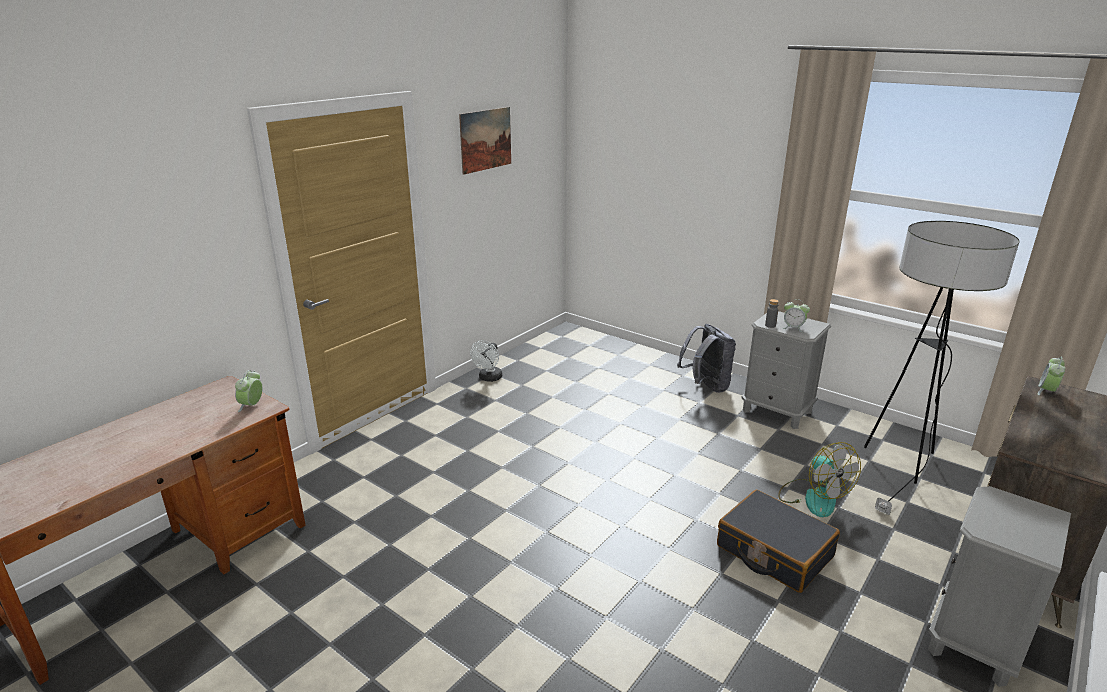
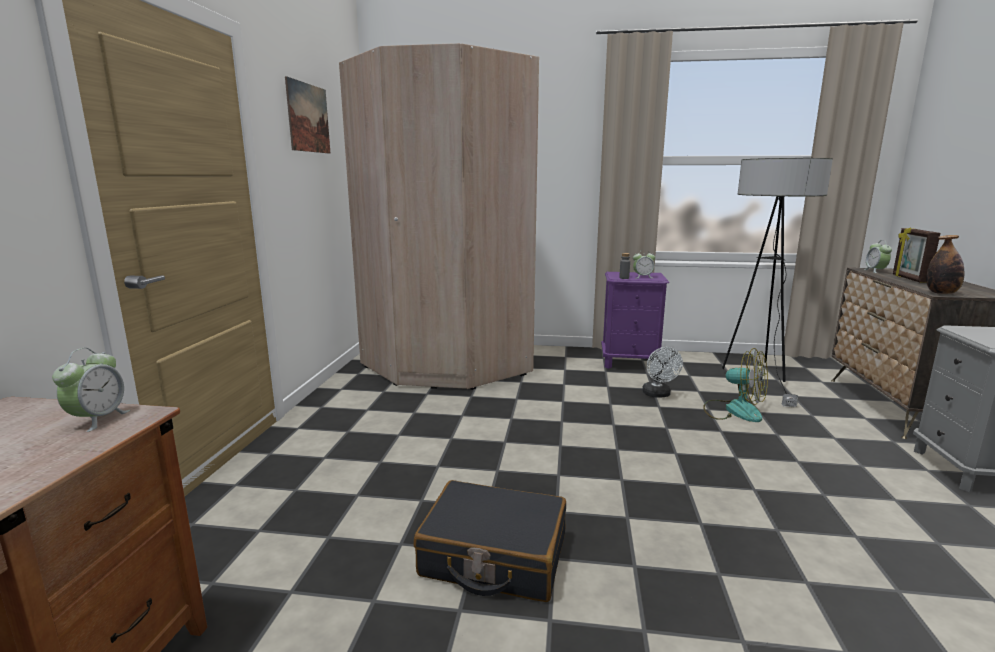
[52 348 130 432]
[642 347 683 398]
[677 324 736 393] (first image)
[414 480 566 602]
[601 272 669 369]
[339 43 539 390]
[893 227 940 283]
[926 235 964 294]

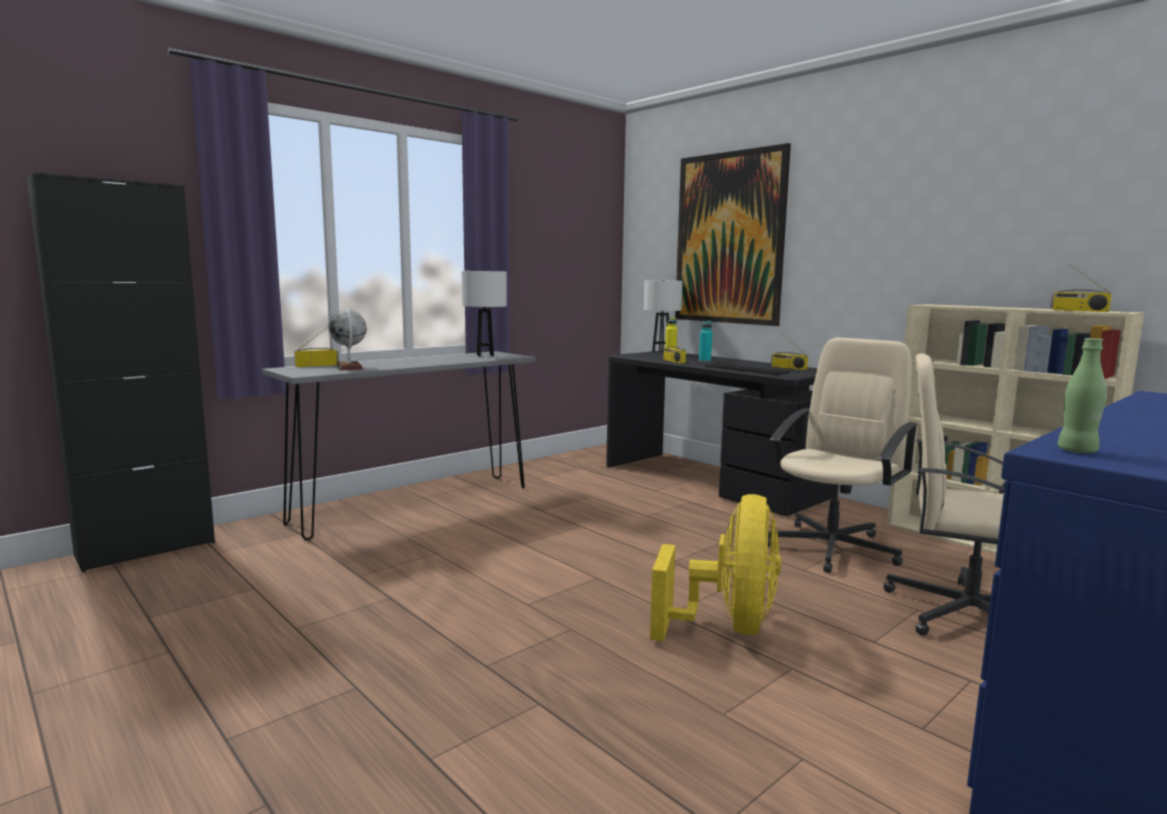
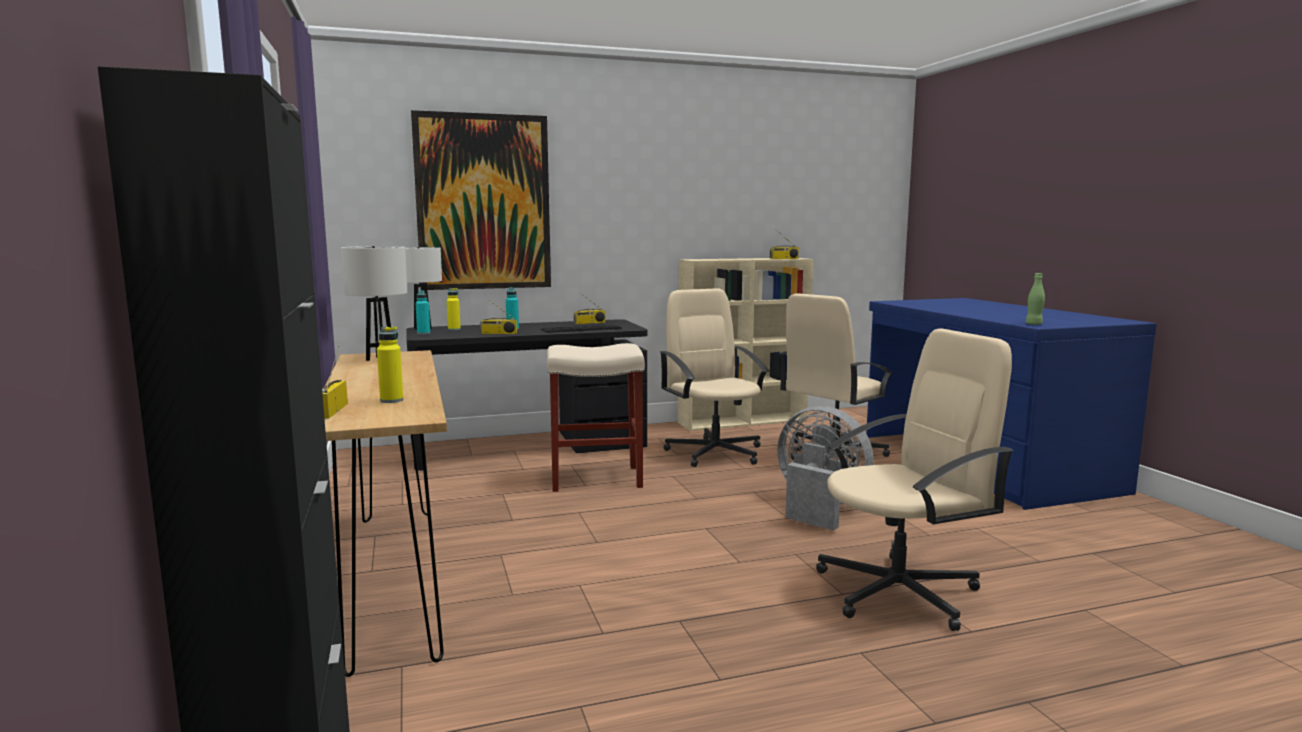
[325 350 447 677]
[377 326 403 403]
[777 406 874 531]
[416 290 430 334]
[547 343 645 492]
[816 328 1014 631]

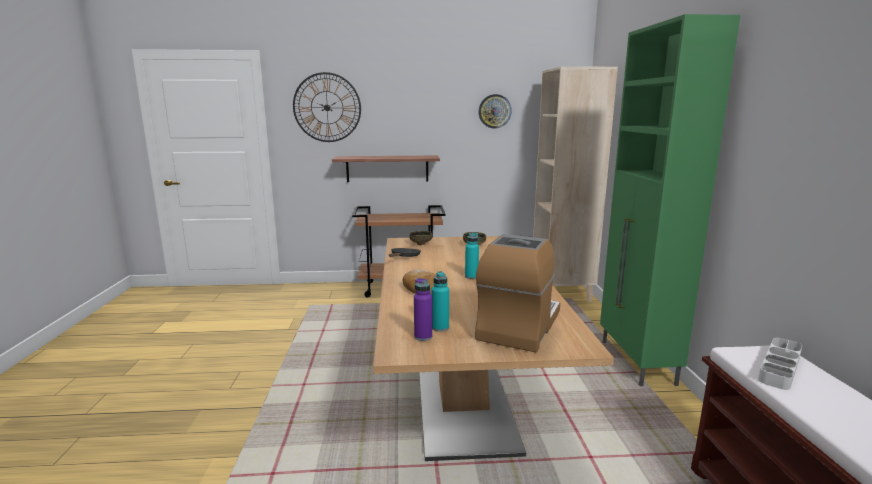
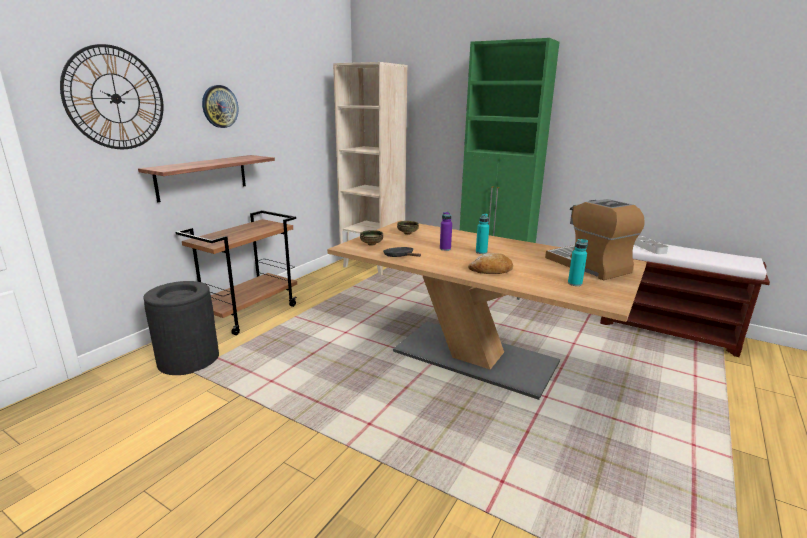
[440 212 452 251]
[202 85 239 128]
[143 281 219 375]

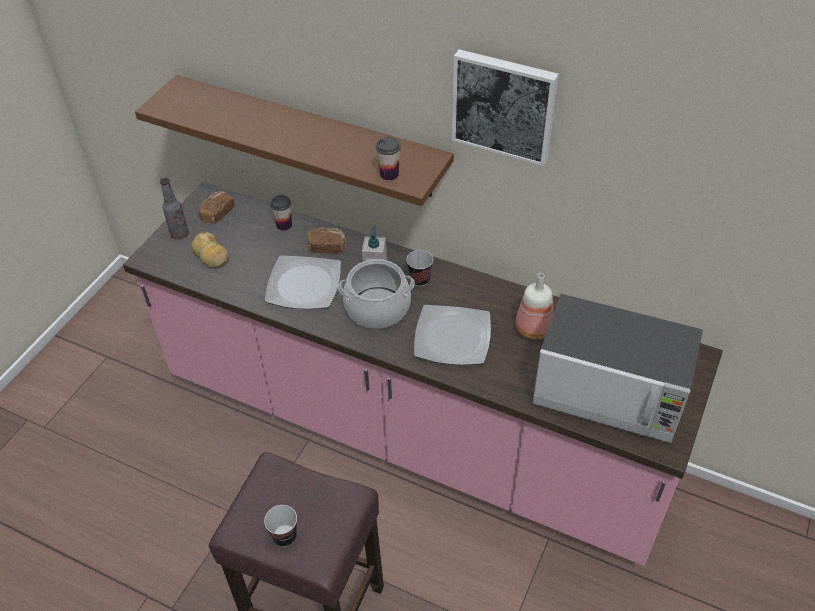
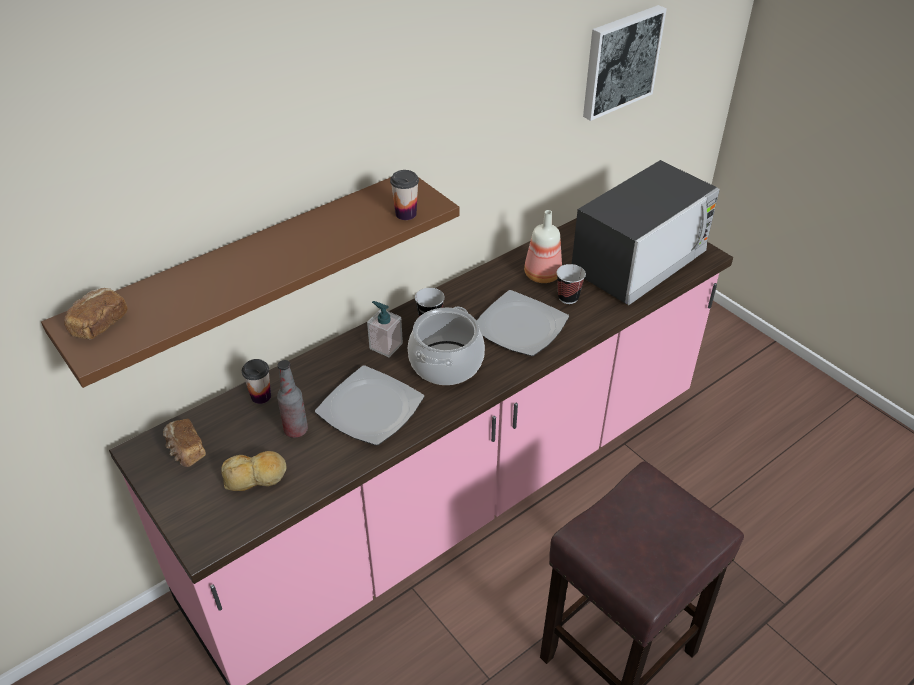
[277 360 308 438]
[557 264 586 304]
[64 288 128 339]
[583 5 667 121]

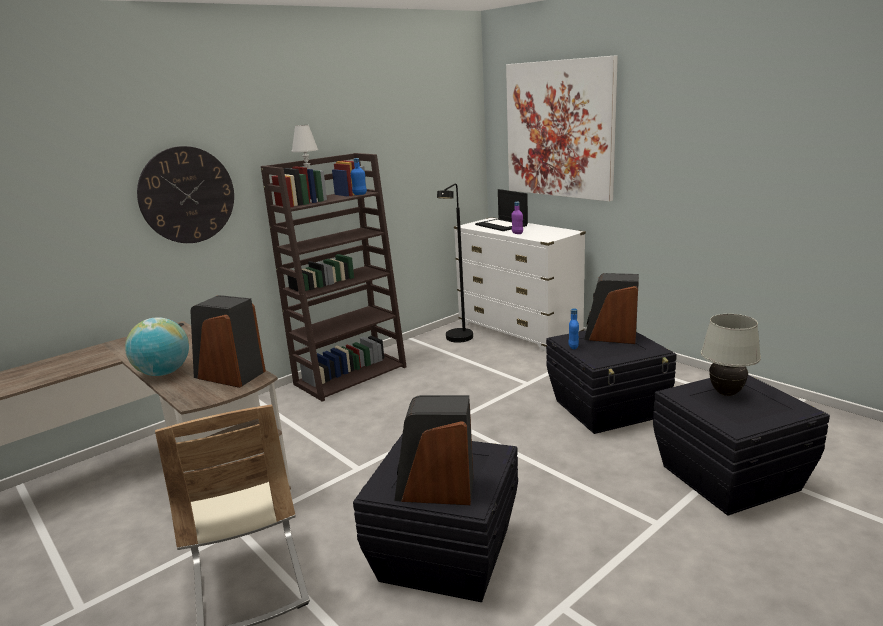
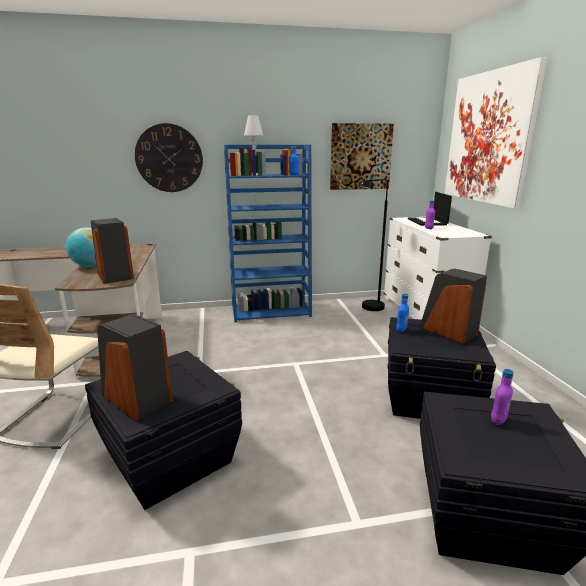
[224 145 312 322]
[491 369 514 425]
[330 123 394 190]

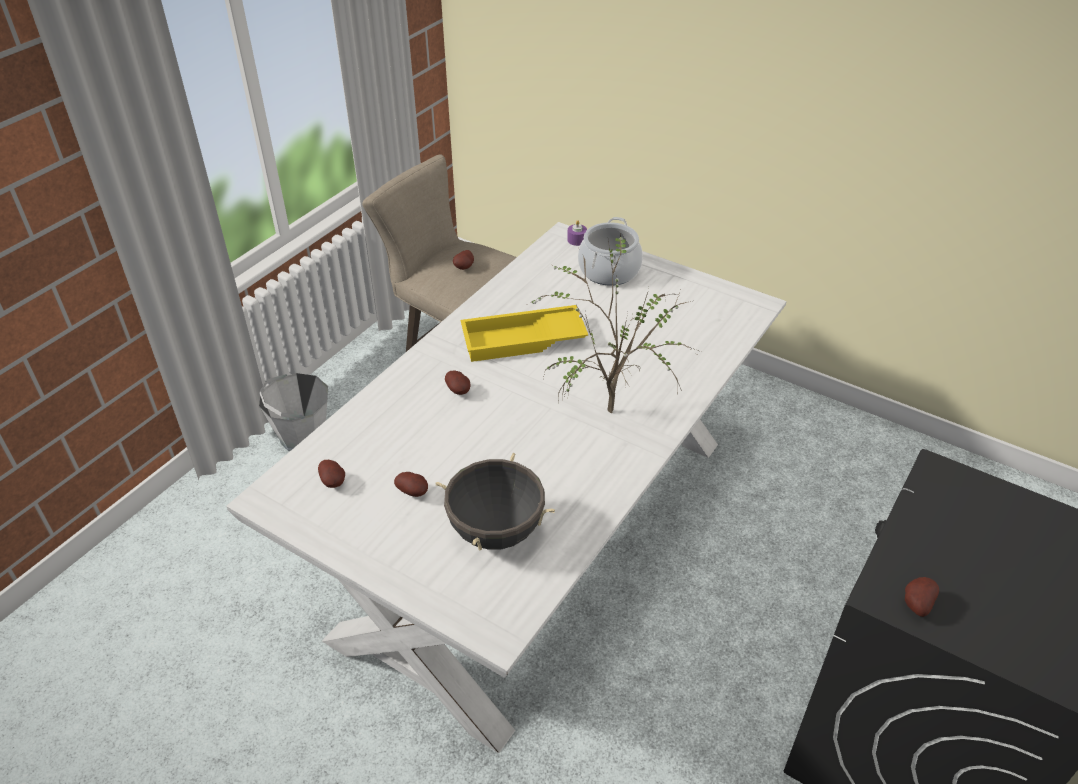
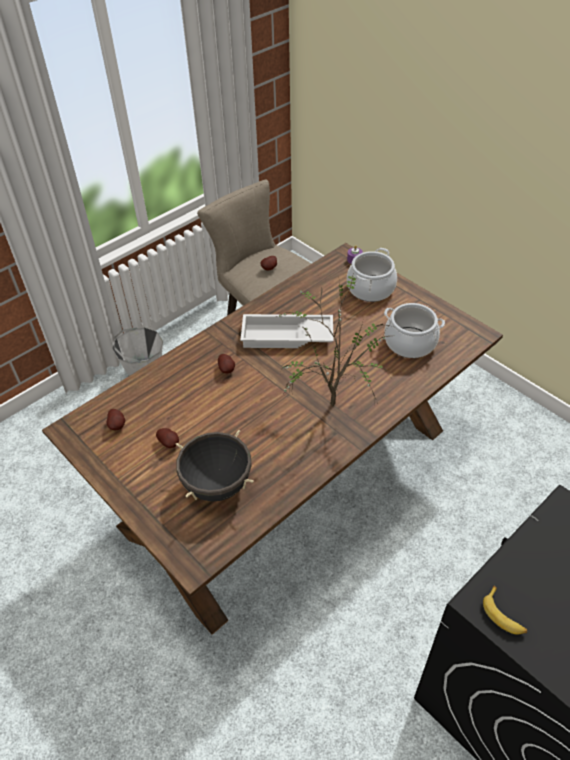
[42 243 503 635]
[240 314 334 348]
[483 585 527 635]
[384 303 445 358]

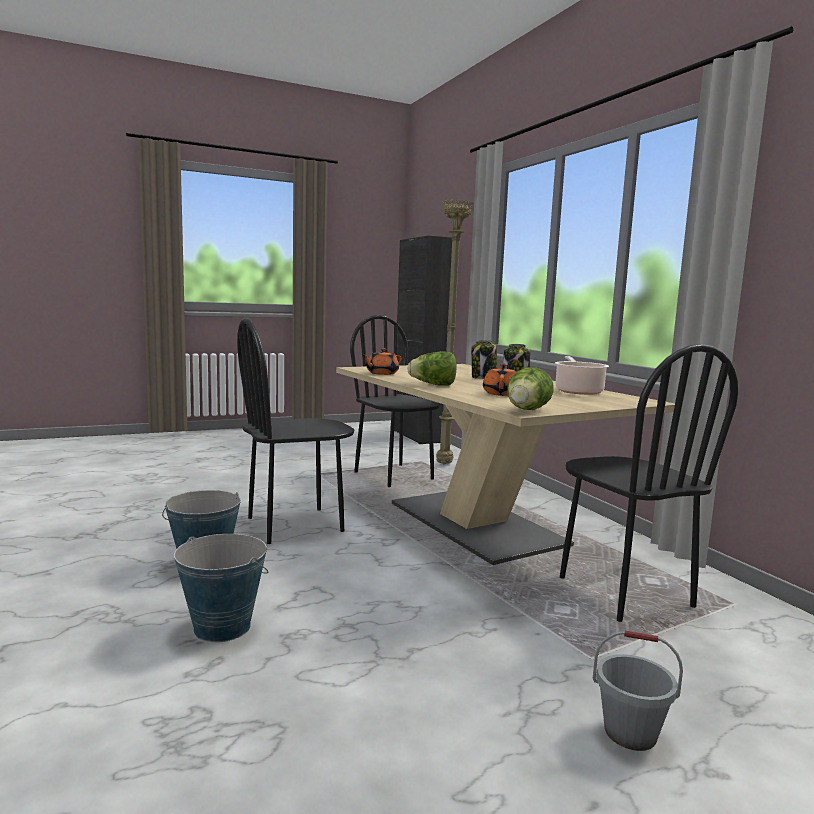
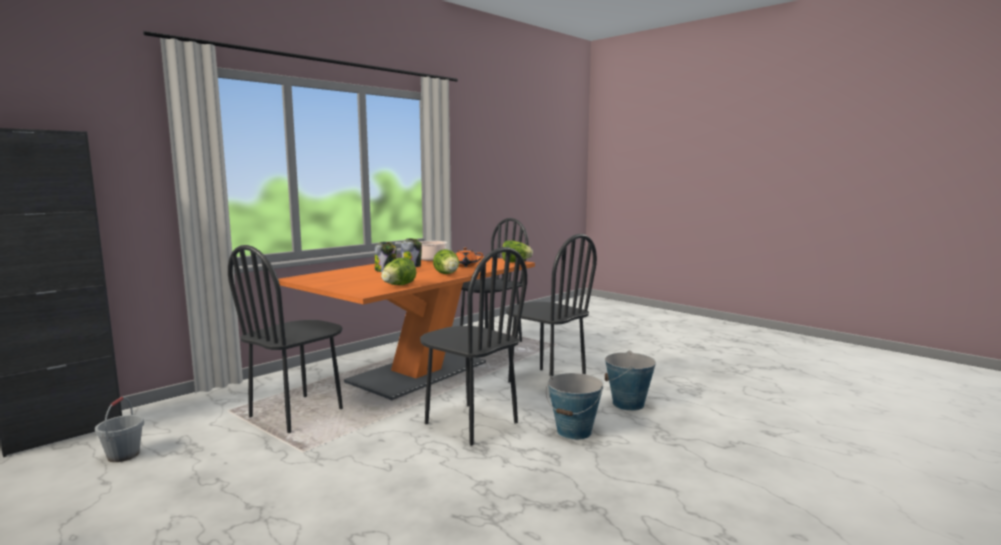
[278 256 535 400]
[381 258 417 285]
[436 199 474 465] (first image)
[95 397 144 462]
[506 234 597 398]

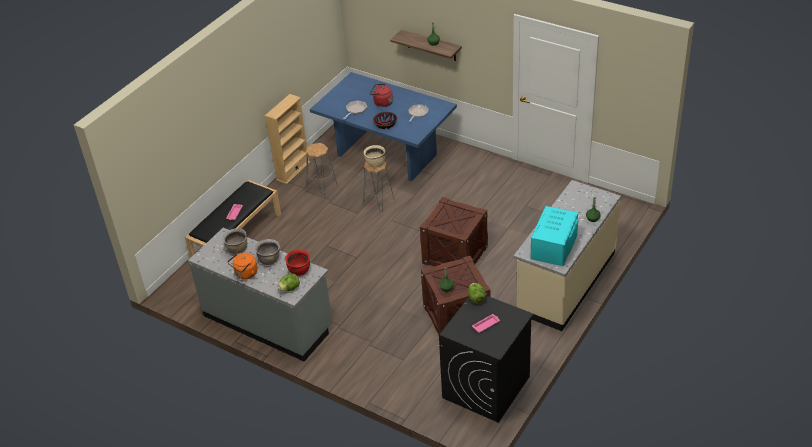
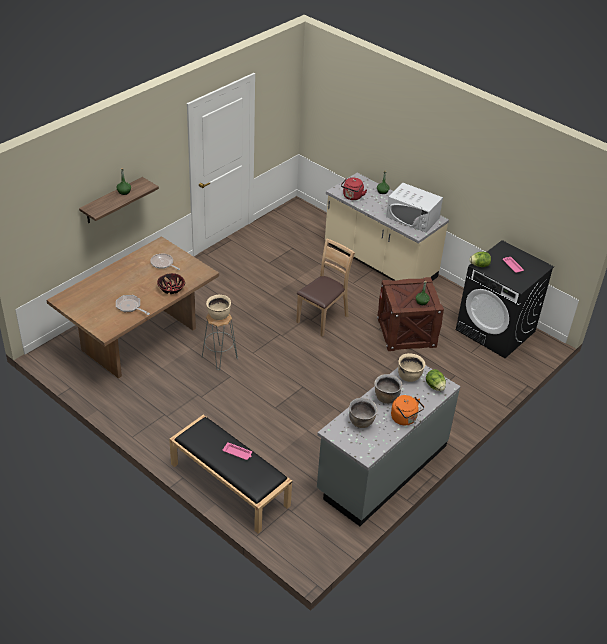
[265 94 310 184] (first image)
[398 353 425 382]
[306 143 338 197] (first image)
[47 236 219 379]
[341 178 367 200]
[296 238 355 337]
[386 183 443 232]

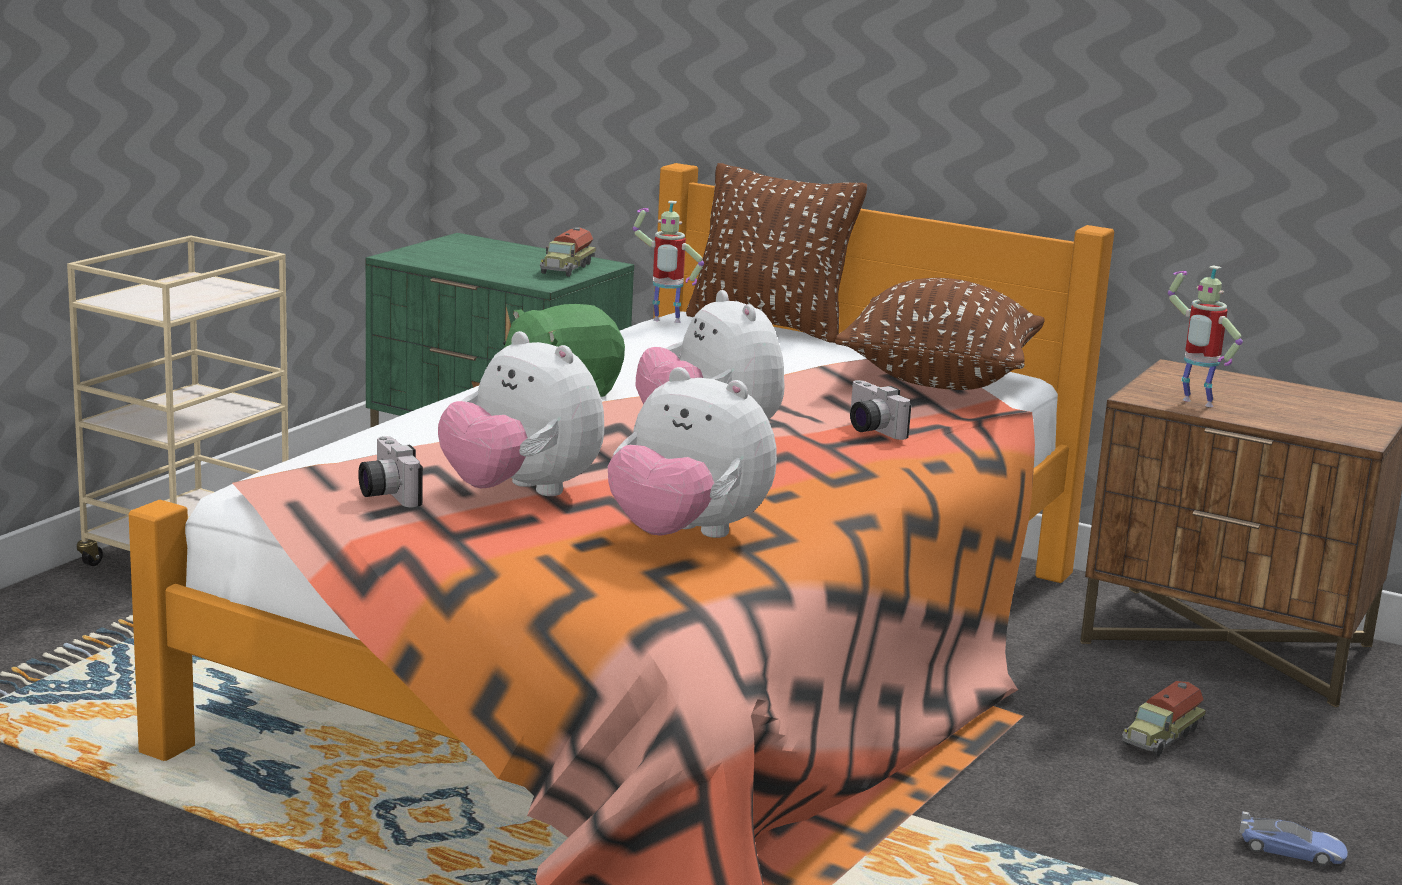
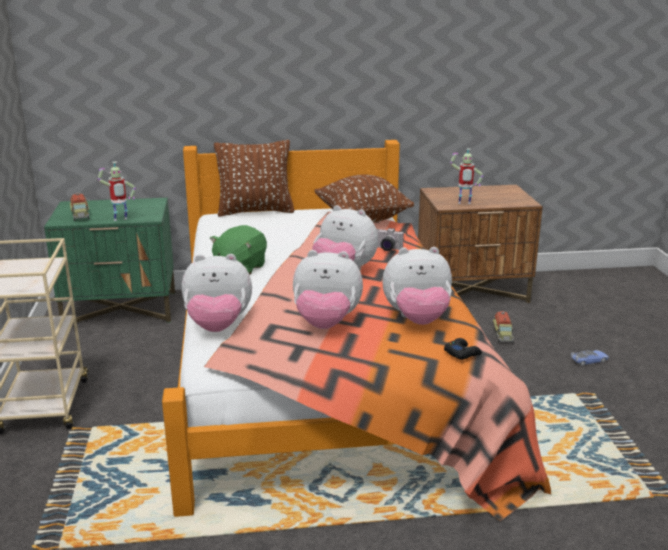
[358 436 423 507] (first image)
[70 193 89 221]
[98 162 136 221]
[182 254 252 332]
[444 338 482 360]

